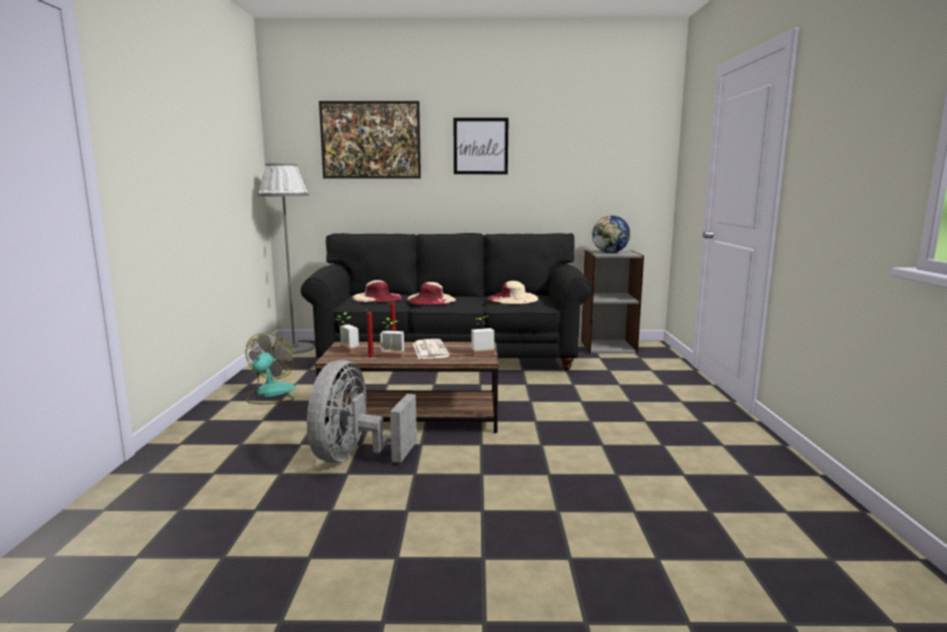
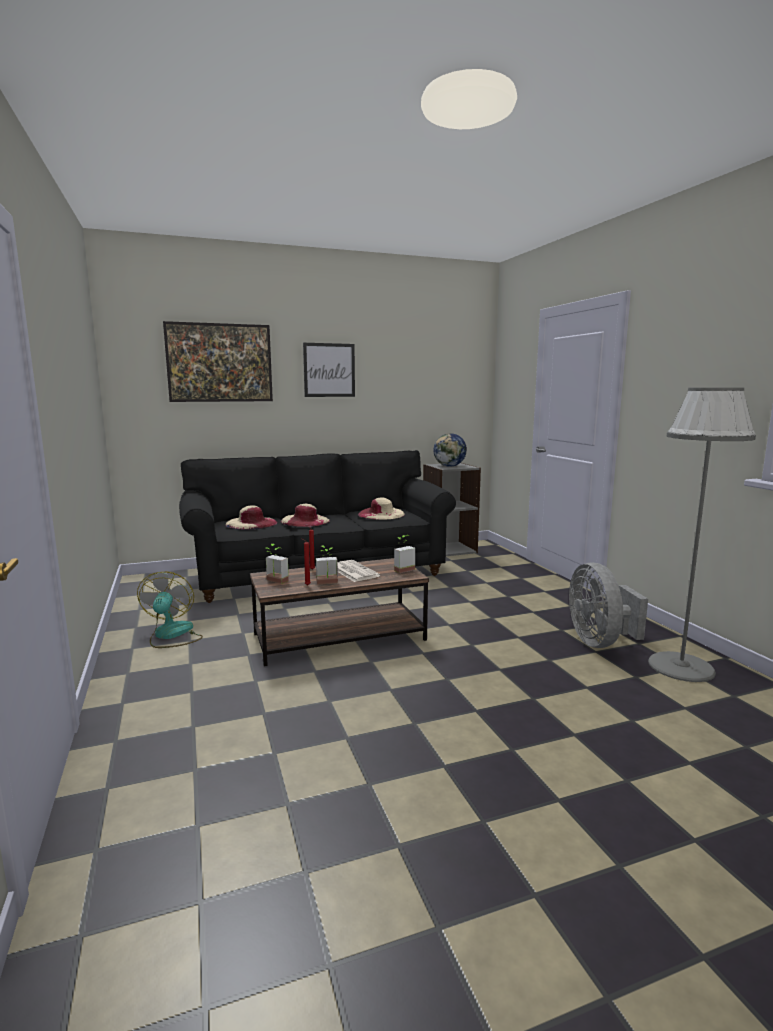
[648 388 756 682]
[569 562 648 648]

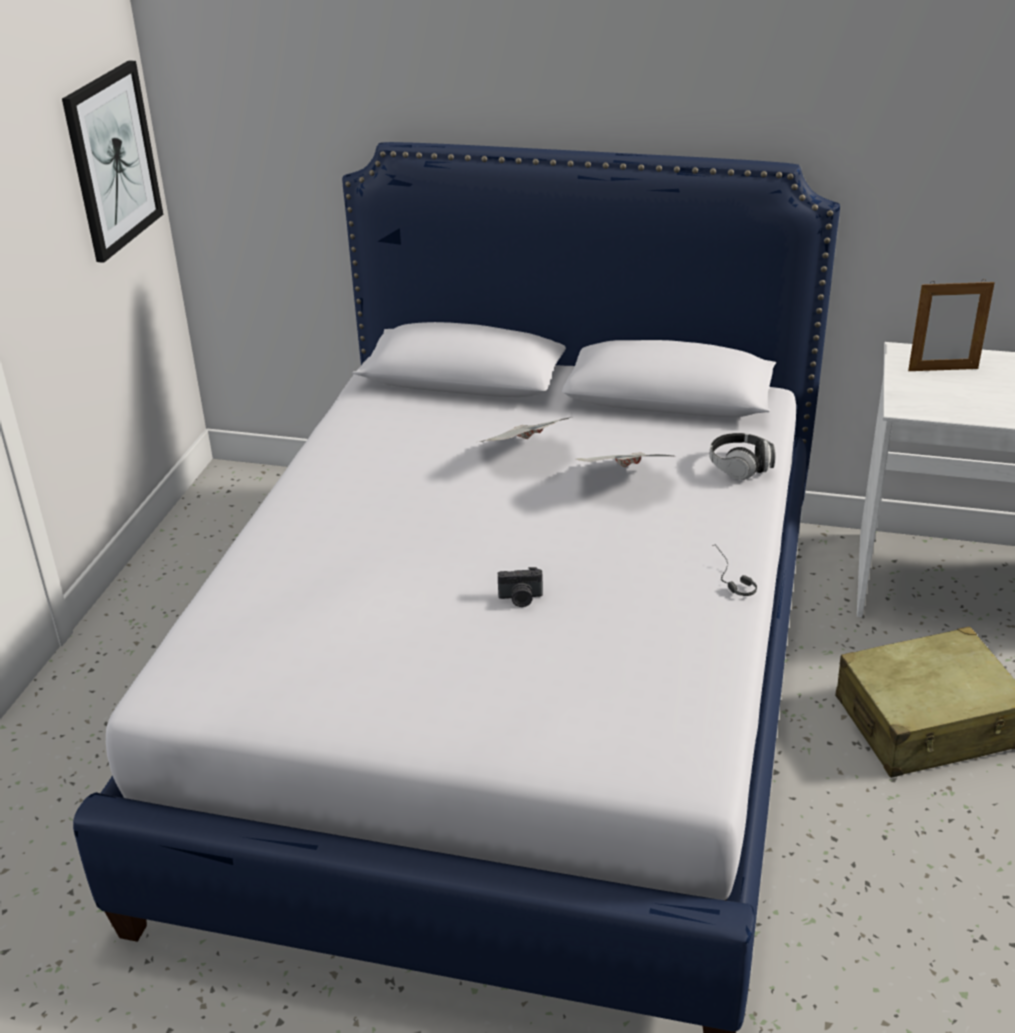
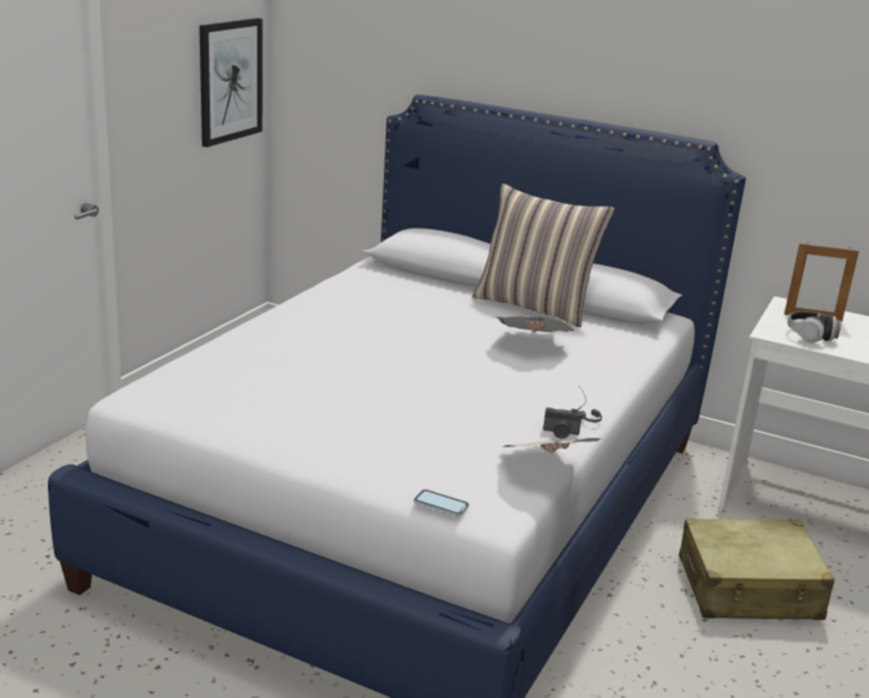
[503 438 601 453]
[543 408 582 439]
[787 311 841 342]
[414 489 469 516]
[472 183 615 327]

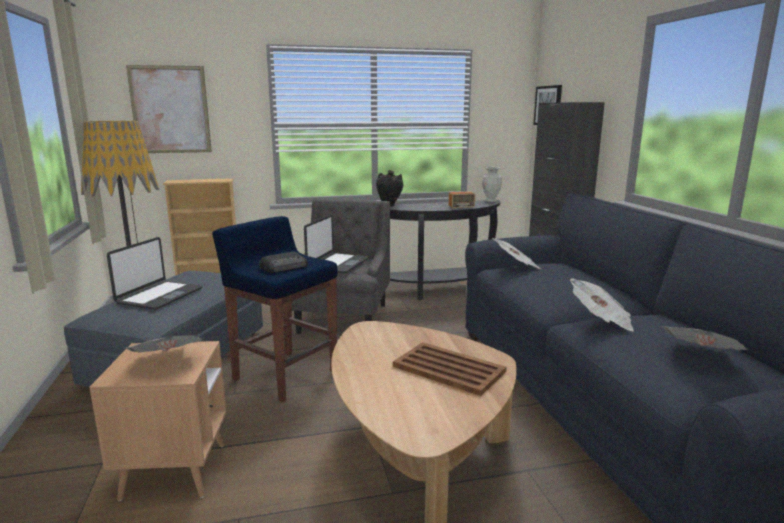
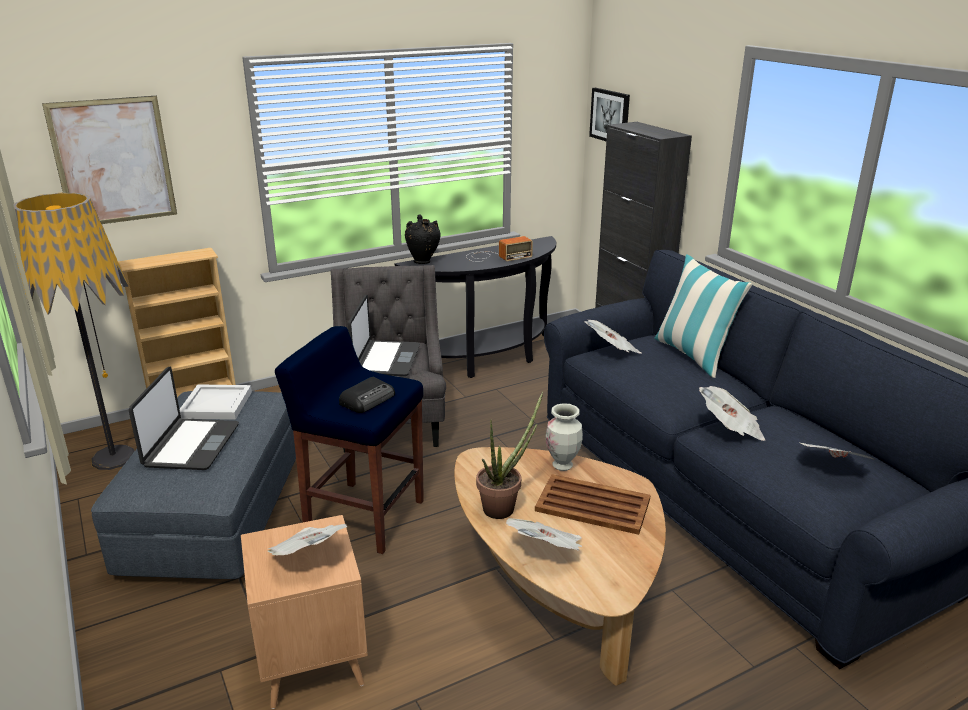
[546 403 583 471]
[179 384 252 420]
[476 392 543 519]
[506 518 582 550]
[654 254 752 378]

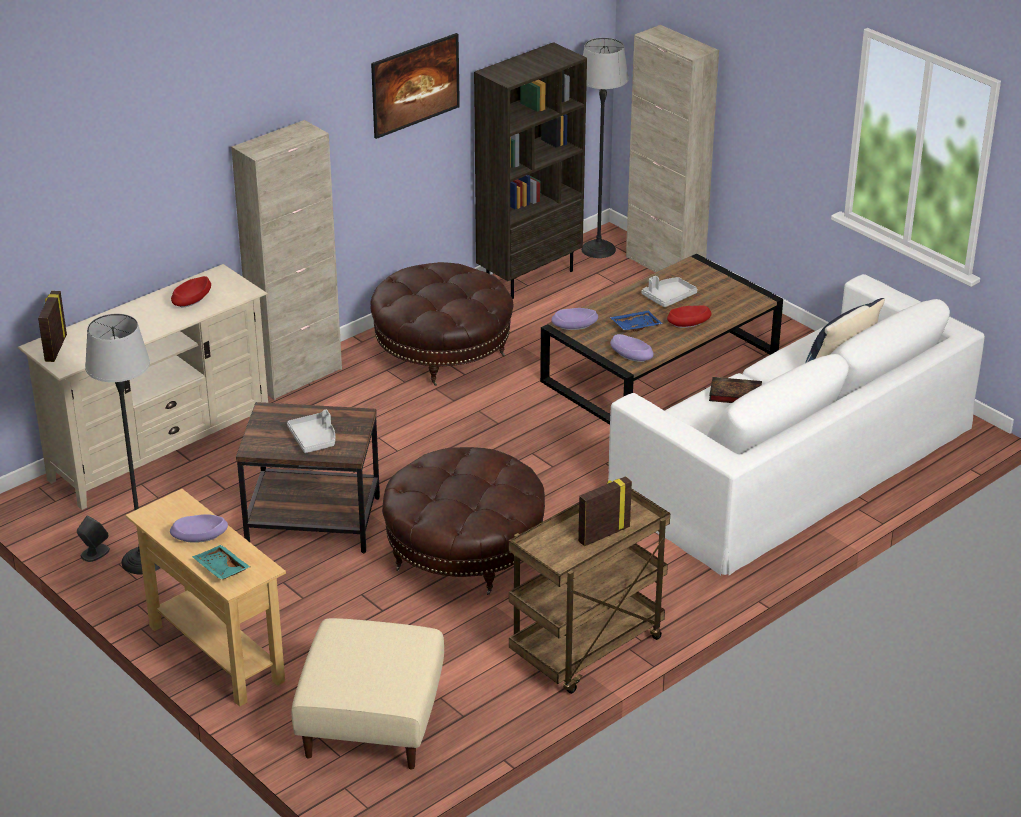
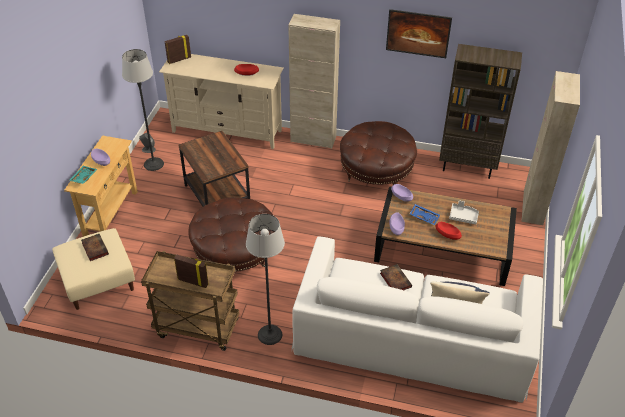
[287 410 335 453] (first image)
[246 214 285 345]
[81 234 109 261]

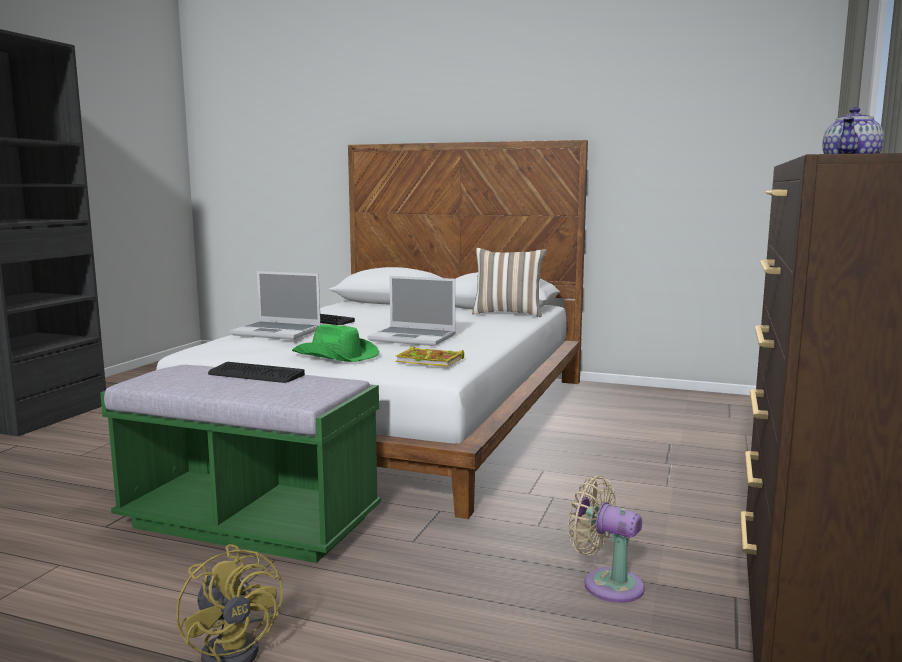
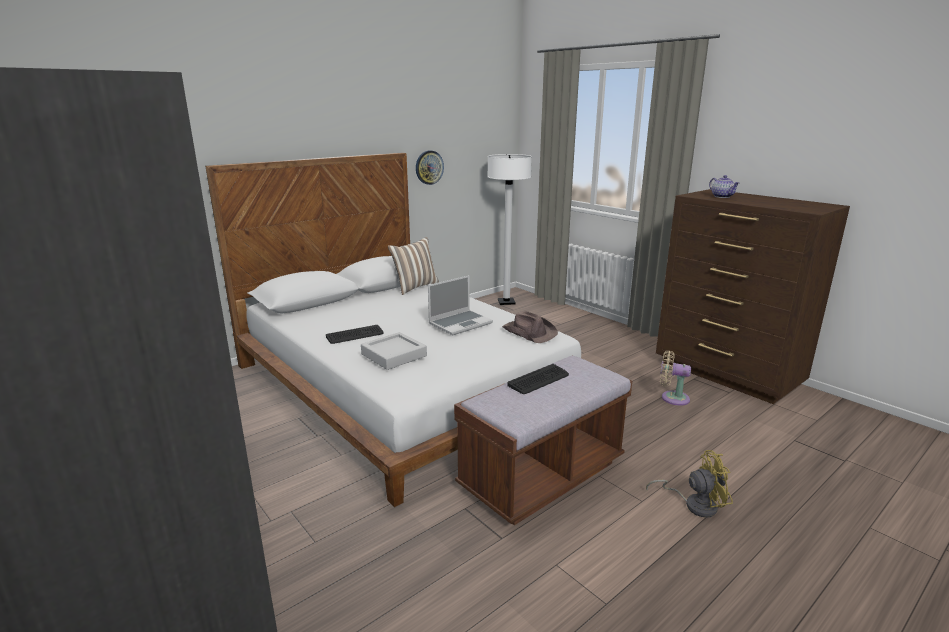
[454 356 632 525]
[361 332 427 370]
[292 325 379 362] (first image)
[502 311 558 343]
[660 350 691 406]
[416 150 444 185]
[487 154 532 305]

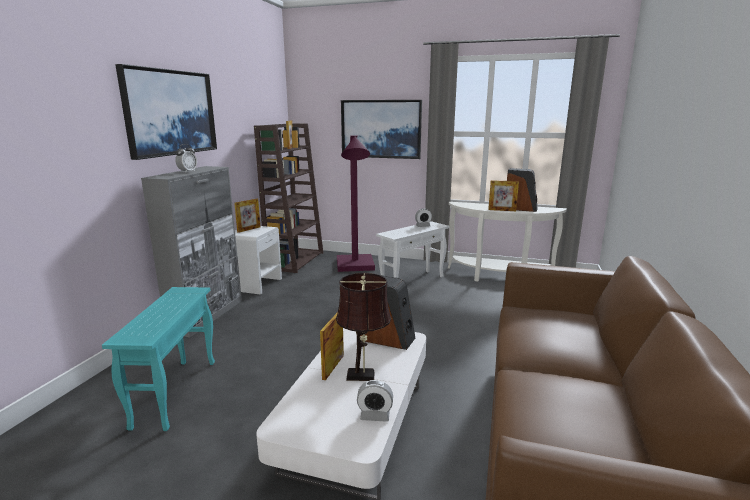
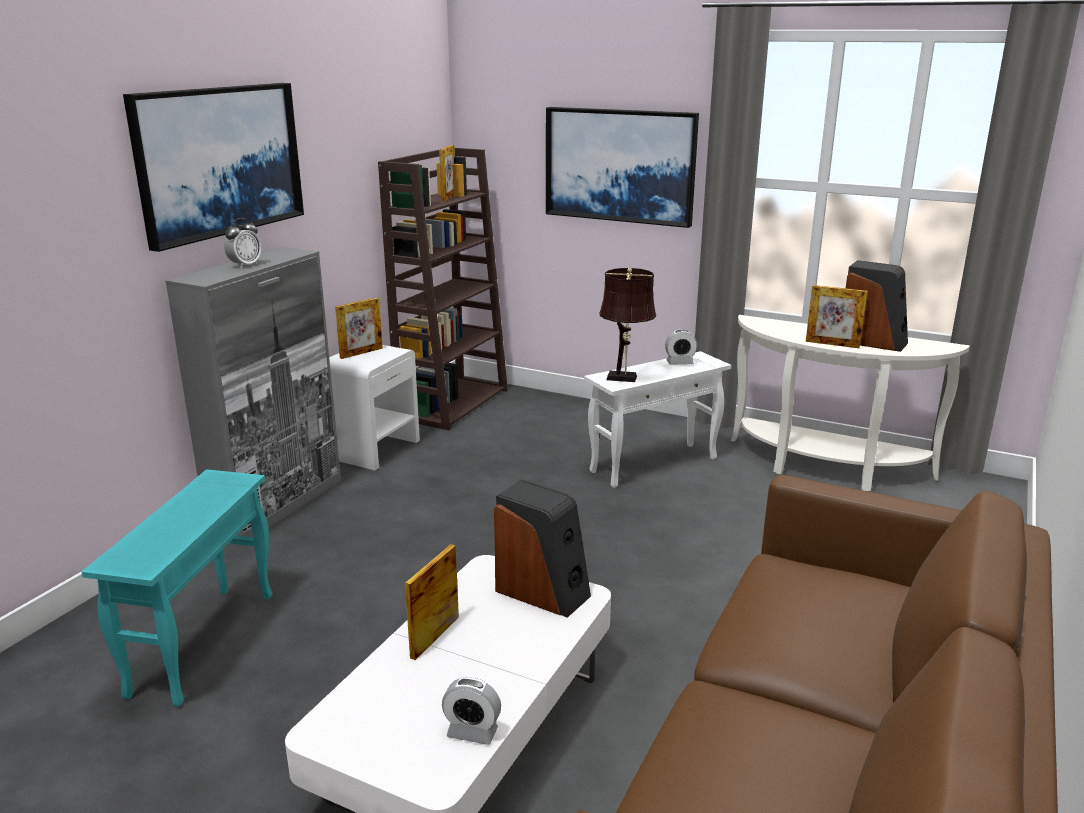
[599 268 656 382]
[337 135 375 272] (first image)

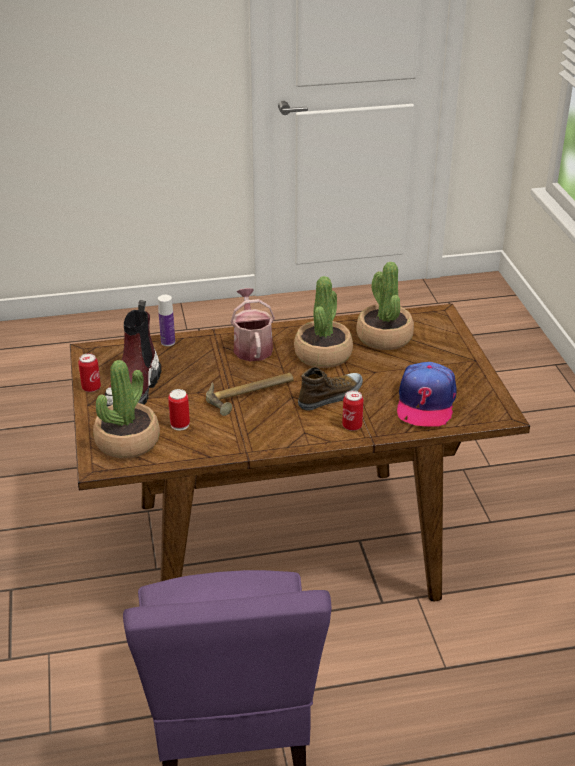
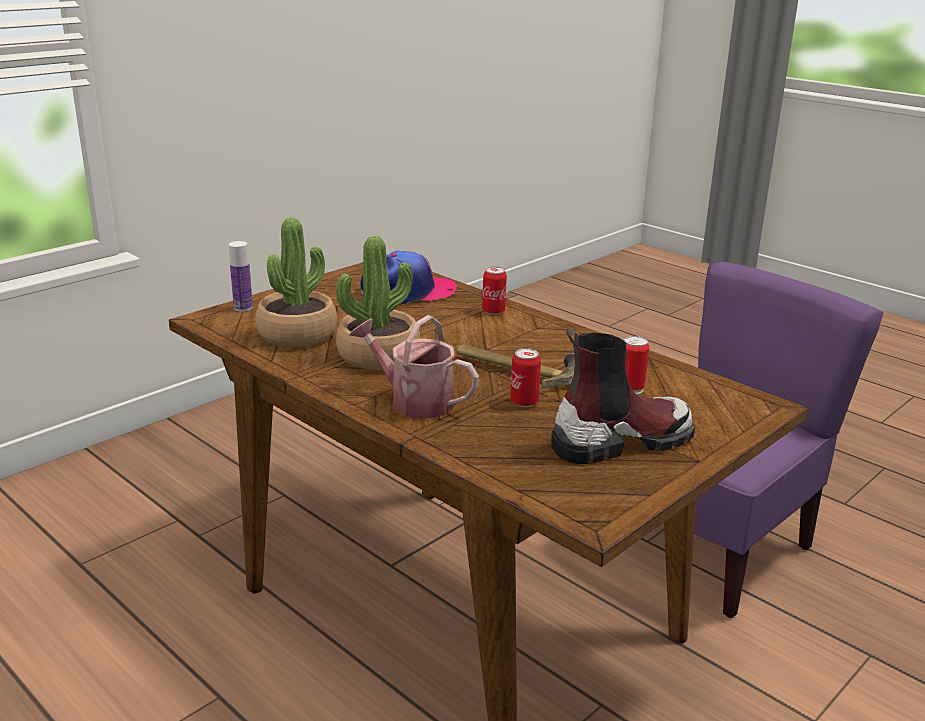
[510 348 541 407]
[93 360 160 459] (first image)
[229 241 253 312]
[350 315 479 419]
[298 367 363 411] (first image)

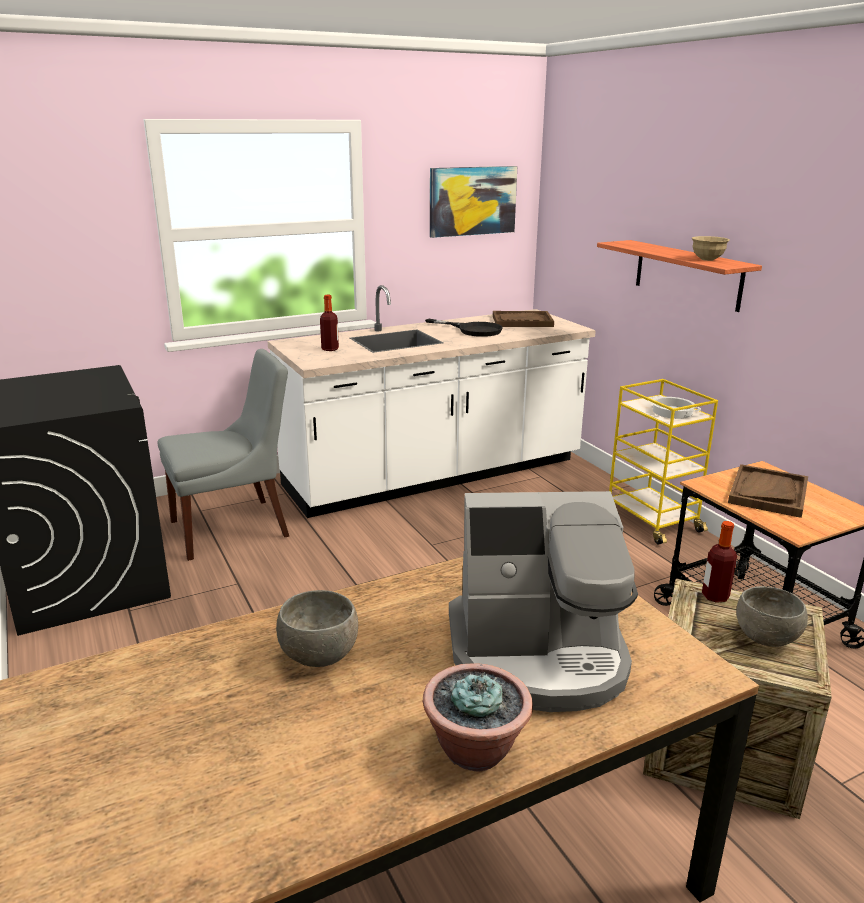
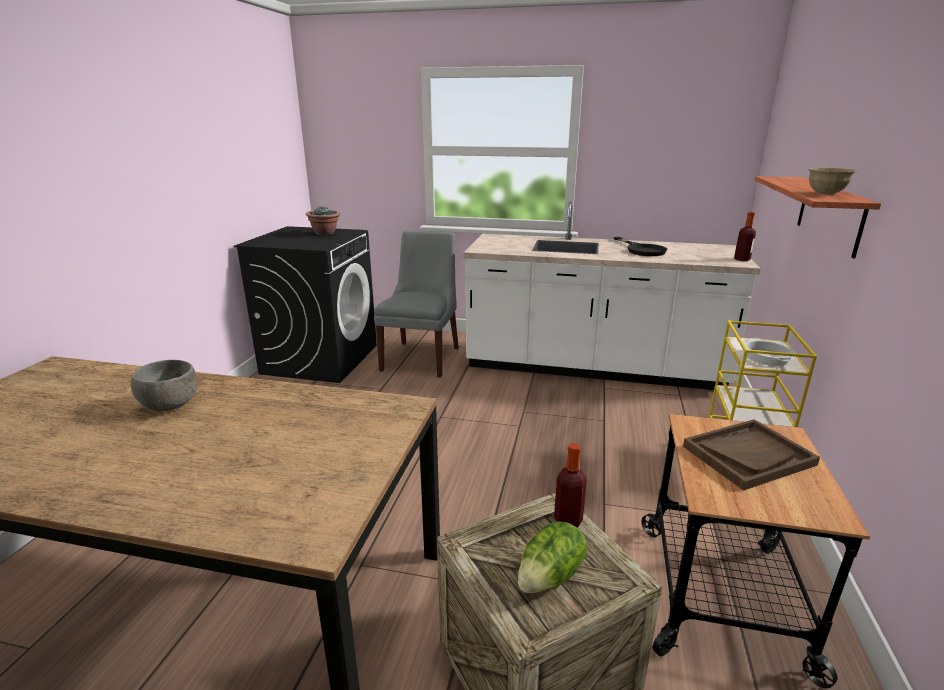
[374 230 459 377]
[734 212 756 261]
[306 206 340 235]
[430 166 517 238] (first image)
[449 491 638 712] (first image)
[493 311 554 327] (first image)
[518 521 587 593]

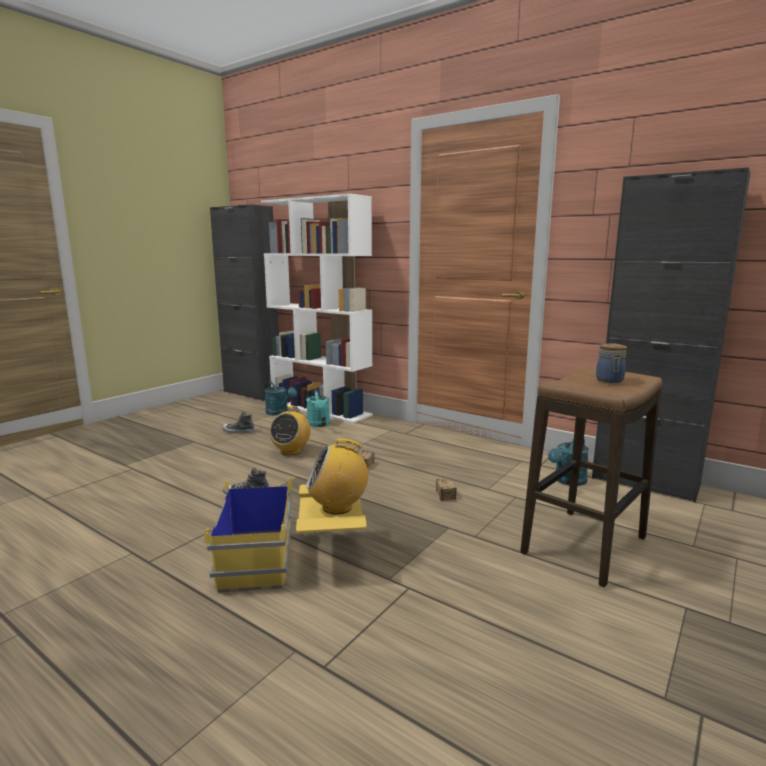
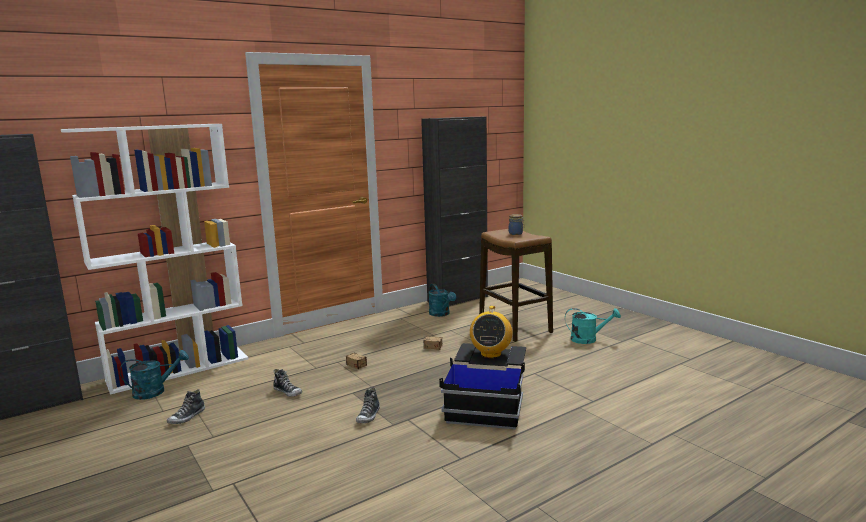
[439 343 526 429]
[273 369 302 397]
[565 308 621 344]

